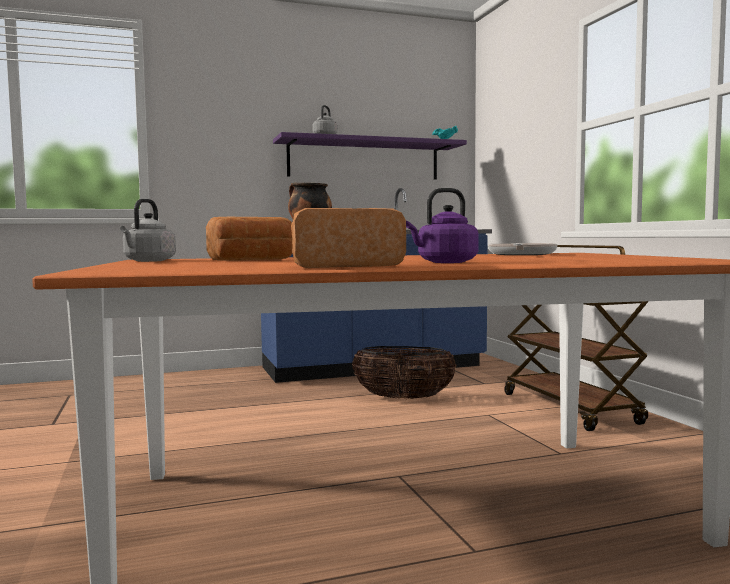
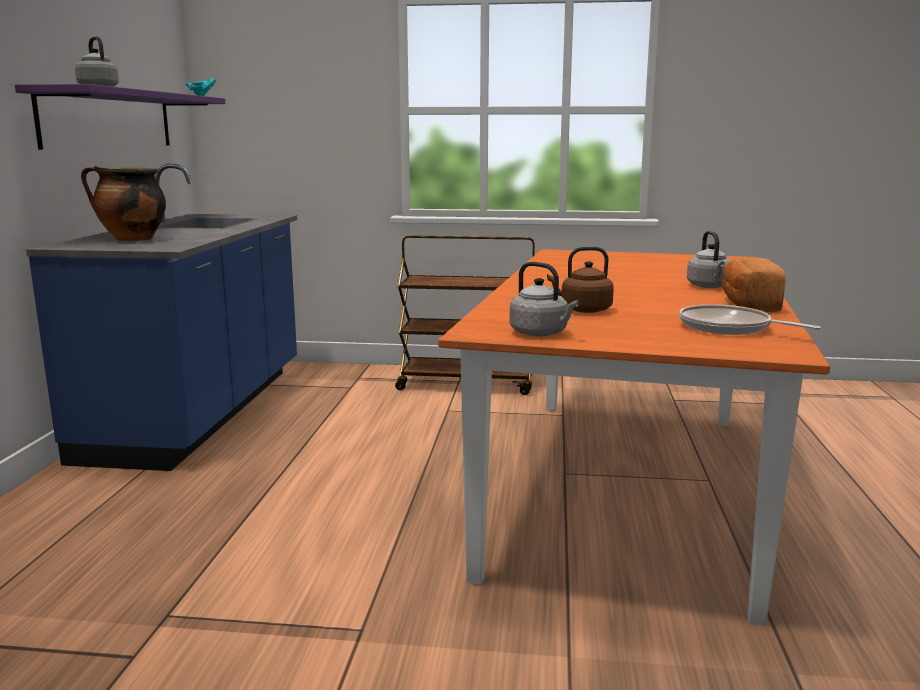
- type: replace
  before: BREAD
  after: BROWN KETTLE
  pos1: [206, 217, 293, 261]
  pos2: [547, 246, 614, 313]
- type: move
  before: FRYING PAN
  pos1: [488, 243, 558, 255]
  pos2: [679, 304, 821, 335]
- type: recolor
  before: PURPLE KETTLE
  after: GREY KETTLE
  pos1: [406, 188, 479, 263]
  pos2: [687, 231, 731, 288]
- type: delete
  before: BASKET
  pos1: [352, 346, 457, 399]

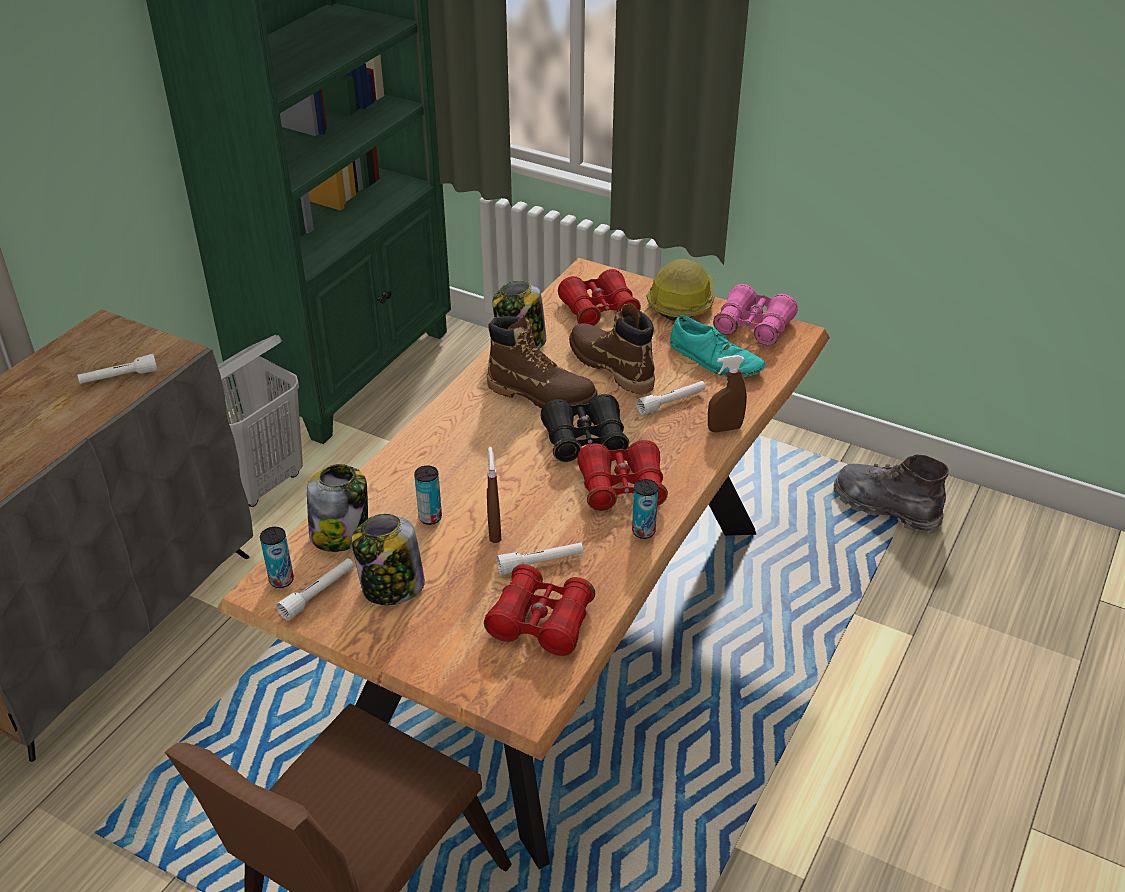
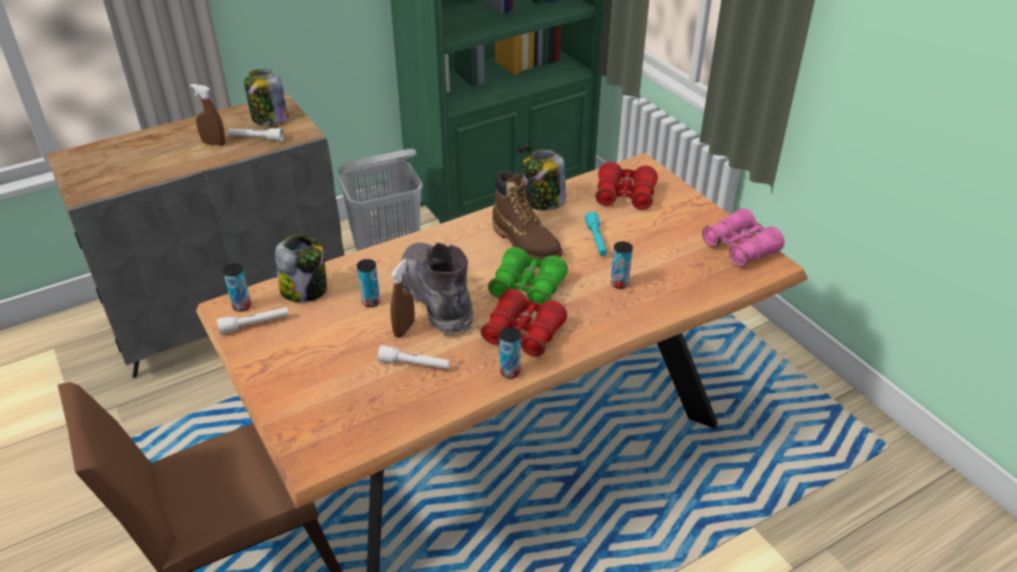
- type: move
  before: BROWN SPRAY BOTTLE
  pos1: [708, 355, 747, 433]
  pos2: [190, 84, 226, 146]
- type: move
  before: JAR
  pos1: [352, 514, 425, 605]
  pos2: [244, 69, 289, 125]
- type: move
  before: GREY BOOT
  pos1: [834, 454, 949, 534]
  pos2: [401, 243, 473, 336]
- type: recolor
  before: BLACK BINOCULARS
  after: GREEN BINOCULARS
  pos1: [541, 394, 629, 462]
  pos2: [488, 247, 568, 304]
- type: replace
  before: BROWN BOOT
  after: TURQUOISE FLASHLIGHT
  pos1: [569, 304, 655, 394]
  pos2: [585, 212, 607, 256]
- type: replace
  before: WHITE FLASHLIGHT
  after: CAN
  pos1: [636, 381, 706, 415]
  pos2: [611, 241, 633, 289]
- type: delete
  before: RED BINOCULARS
  pos1: [484, 564, 595, 656]
- type: delete
  before: HARD HAT
  pos1: [647, 259, 715, 321]
- type: delete
  before: TURQUOISE SHOE
  pos1: [670, 315, 765, 378]

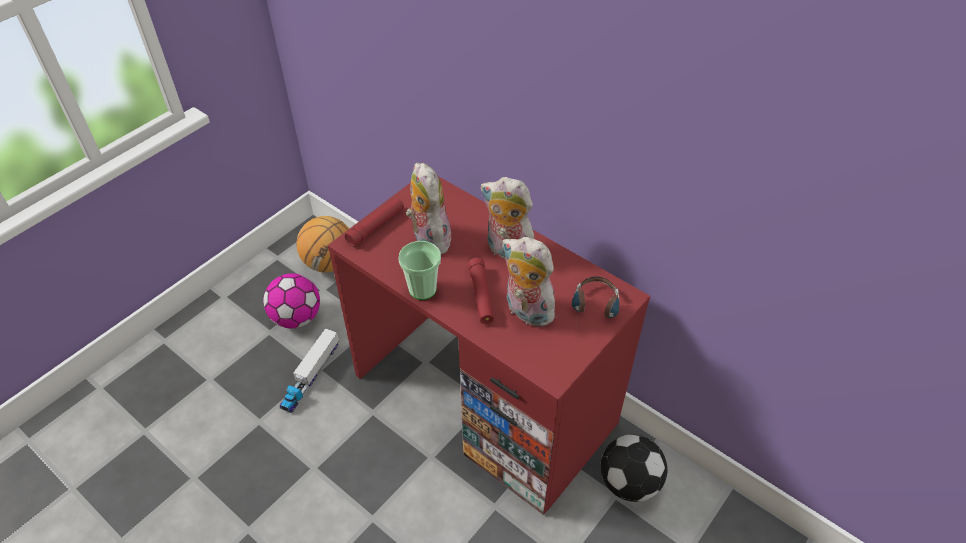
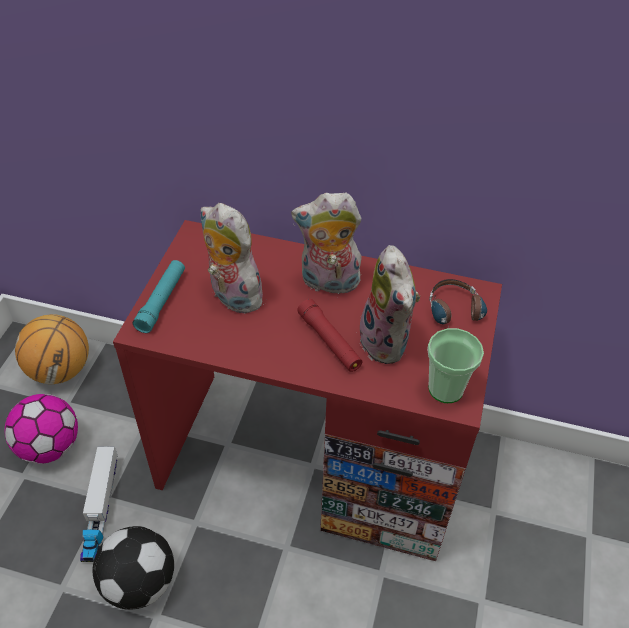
- type: move
  before: FOOTBALL
  pos1: [600, 434, 668, 502]
  pos2: [92, 526, 174, 610]
- type: recolor
  before: RED FLASHLIGHT
  after: TURQUOISE FLASHLIGHT
  pos1: [345, 198, 404, 247]
  pos2: [133, 260, 185, 333]
- type: rotate
  before: PLUSH TOY
  pos1: [502, 237, 561, 327]
  pos2: [360, 245, 420, 364]
  turn: -120
- type: move
  before: CUP
  pos1: [398, 241, 441, 300]
  pos2: [427, 328, 484, 403]

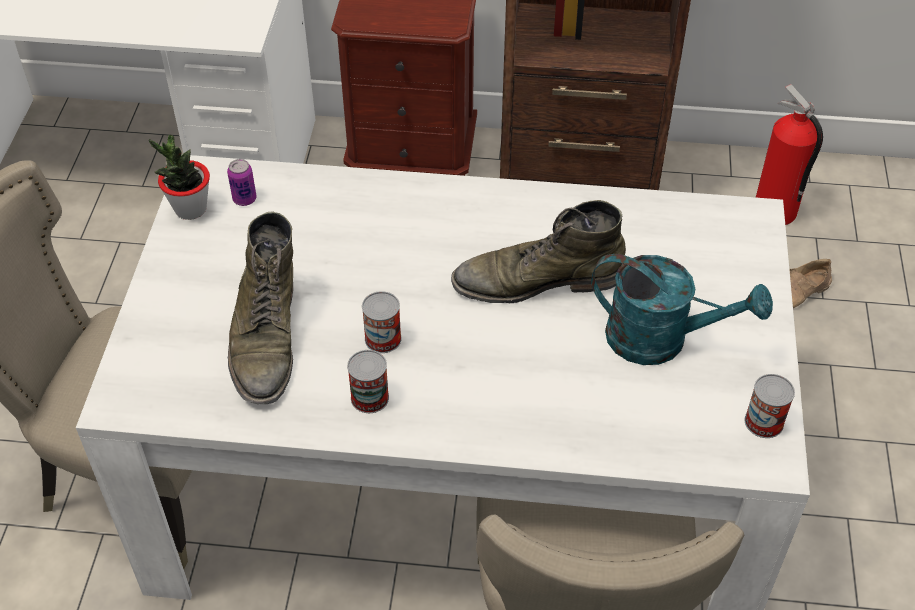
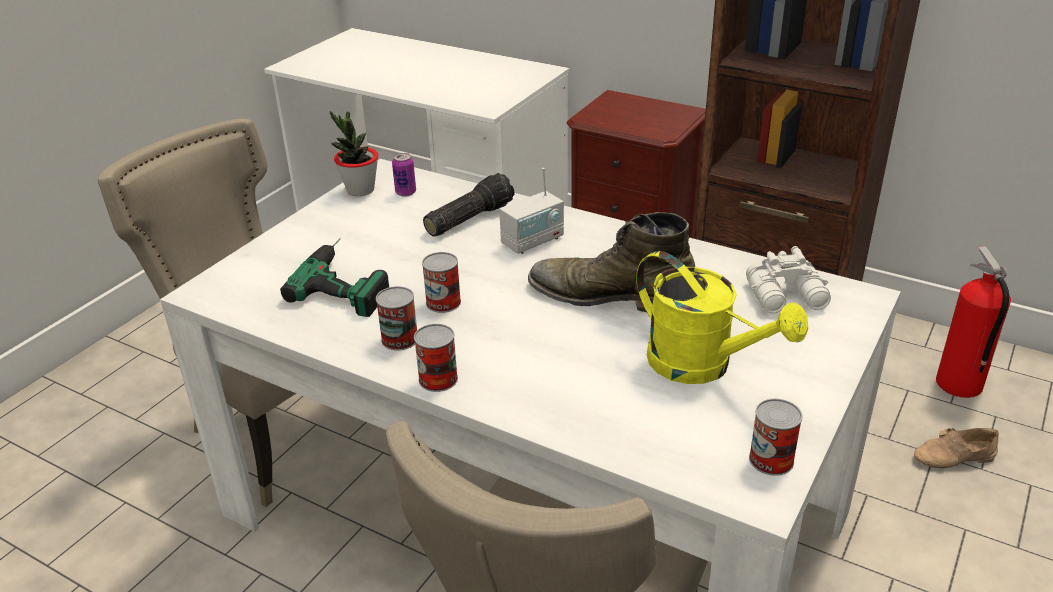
- type: replace
  before: GREEN BOOT
  after: POWER DRILL
  pos1: [228, 211, 293, 404]
  pos2: [280, 238, 389, 317]
- type: insert
  after: CAN
  pos2: [414, 324, 458, 392]
- type: insert
  after: FLASHLIGHT
  pos2: [423, 173, 514, 237]
- type: insert
  after: RADIO
  pos2: [499, 168, 564, 254]
- type: recolor
  before: TURQUOISE WATERING CAN
  after: YELLOW WATERING CAN
  pos1: [591, 254, 773, 365]
  pos2: [636, 251, 808, 384]
- type: insert
  after: WHITE BINOCULARS
  pos2: [746, 246, 831, 313]

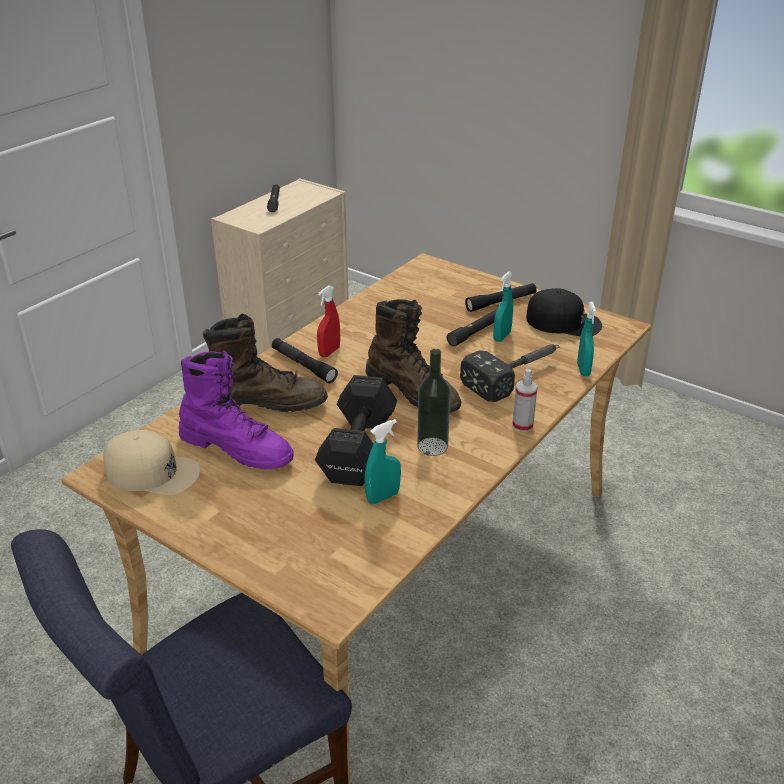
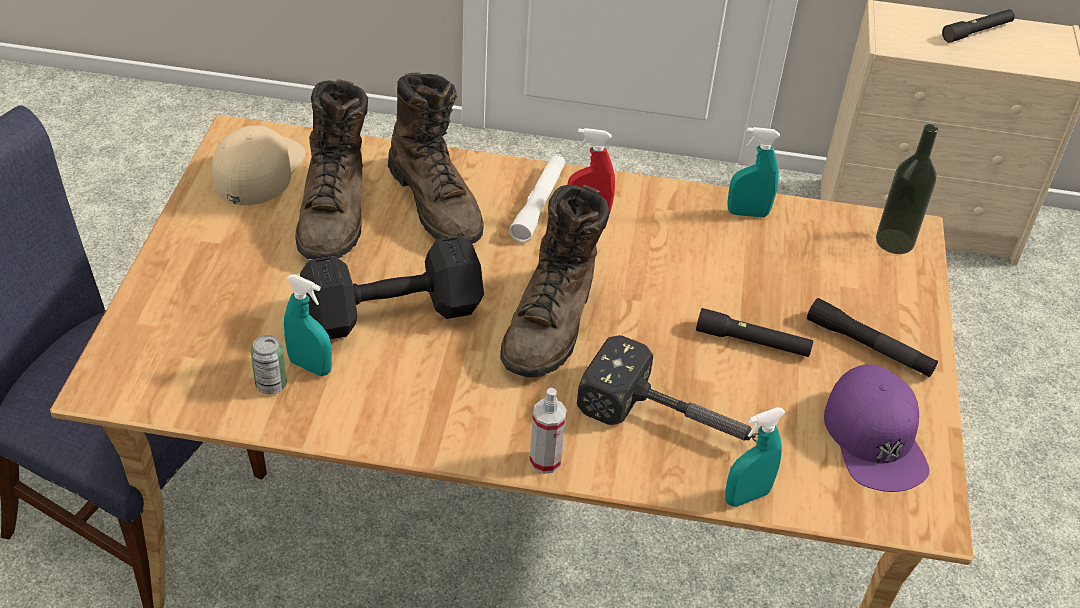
- type: rotate
  before: BEIGE CAP
  pos1: [103, 430, 200, 495]
  pos2: [212, 126, 305, 205]
  turn: -150
- type: insert
  after: CAN
  pos2: [250, 335, 287, 394]
- type: recolor
  before: PURPLE BOOT
  after: BROWN BOOT
  pos1: [179, 350, 294, 469]
  pos2: [295, 79, 368, 259]
- type: recolor
  before: BLACK FLASHLIGHT
  after: WHITE FLASHLIGHT
  pos1: [272, 338, 338, 383]
  pos2: [509, 154, 566, 243]
- type: move
  before: TURQUOISE SPRAY BOTTLE
  pos1: [493, 271, 513, 342]
  pos2: [727, 127, 780, 218]
- type: recolor
  before: BLACK CAP
  after: PURPLE CAP
  pos1: [526, 288, 602, 336]
  pos2: [824, 365, 929, 492]
- type: move
  before: BOTTLE
  pos1: [417, 349, 450, 456]
  pos2: [876, 124, 938, 254]

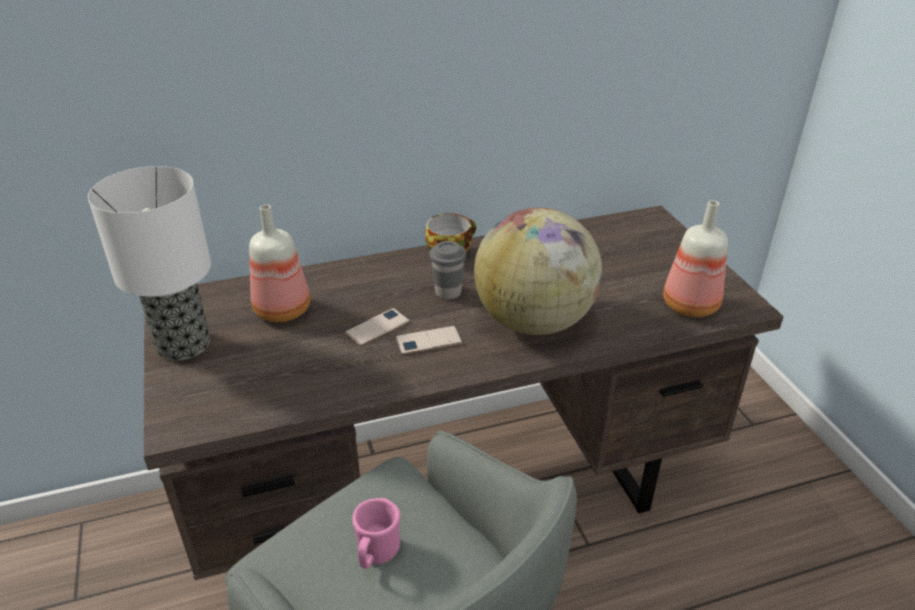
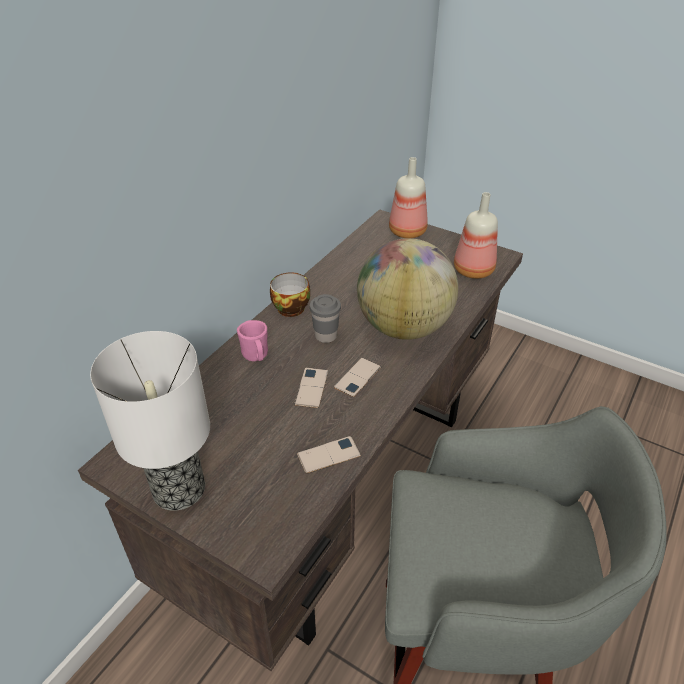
- type: move
  before: PINK MUG
  pos1: [352, 498, 401, 569]
  pos2: [237, 320, 268, 361]
- type: insert
  after: PHONE
  pos2: [297, 436, 361, 474]
- type: move
  before: BOTTLE
  pos1: [249, 204, 310, 322]
  pos2: [389, 157, 428, 238]

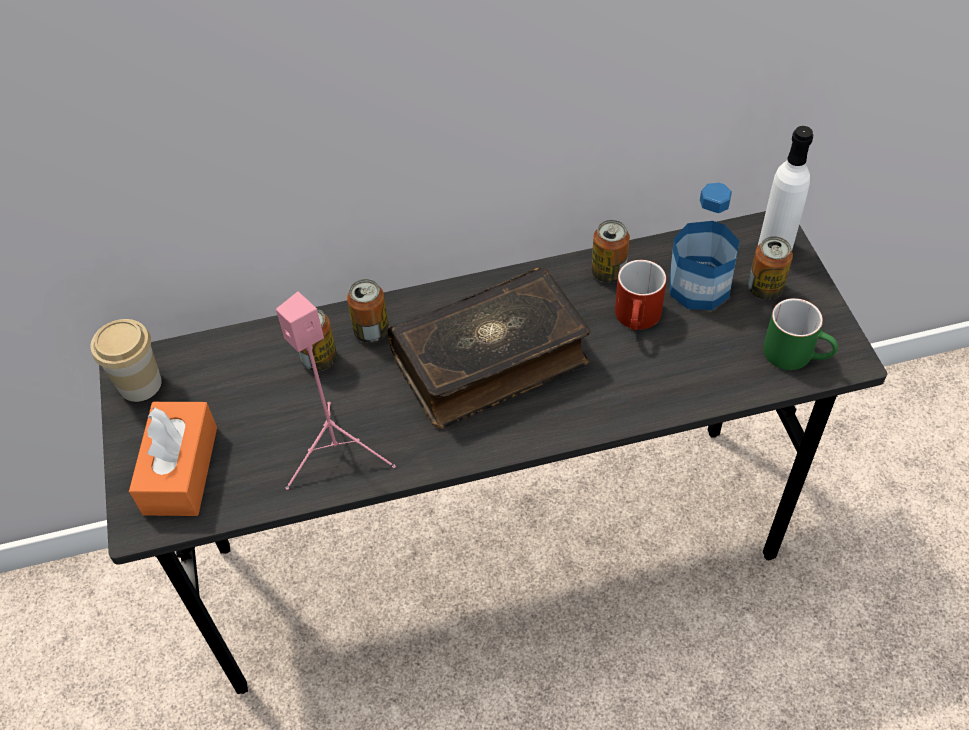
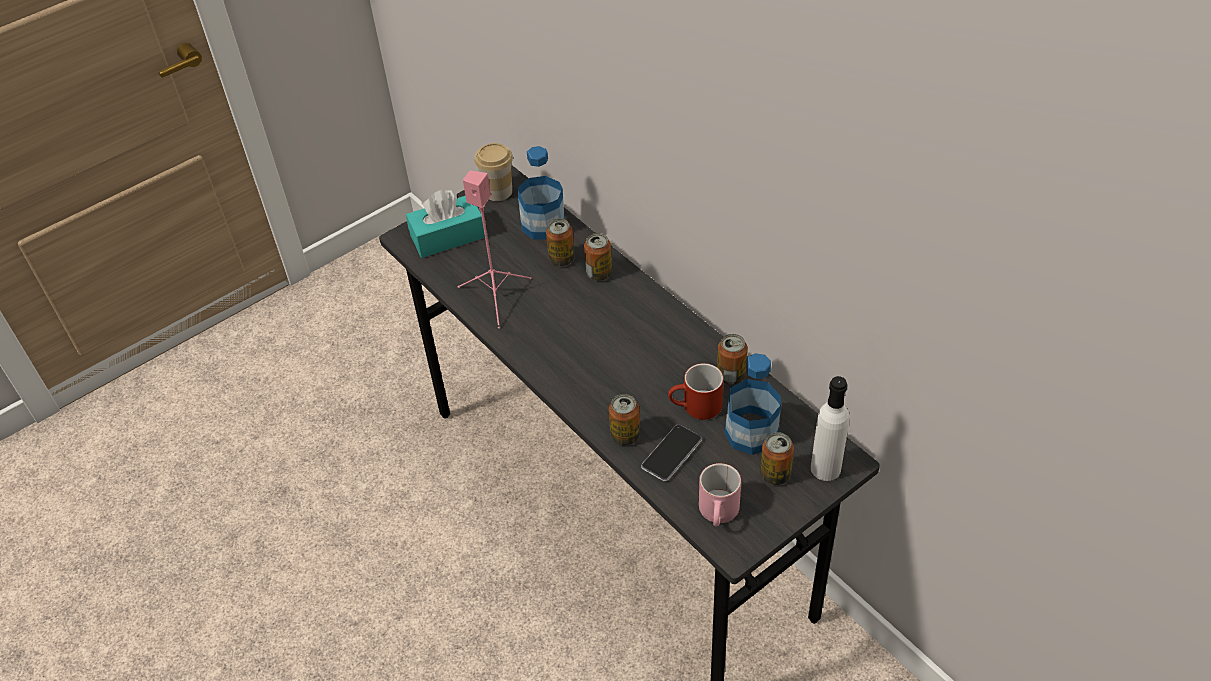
- type: recolor
  before: ORANGE TISSUE BOX
  after: TURQUOISE TISSUE BOX
  pos1: [129, 402, 217, 516]
  pos2: [406, 190, 485, 258]
- type: insert
  after: BOTTLE
  pos2: [517, 146, 565, 240]
- type: insert
  after: CAN
  pos2: [609, 394, 640, 445]
- type: insert
  after: PHONE
  pos2: [641, 424, 702, 481]
- type: recolor
  before: GREEN MUG
  after: PINK MUG
  pos1: [763, 298, 838, 370]
  pos2: [699, 463, 741, 526]
- type: delete
  before: BOOK
  pos1: [387, 267, 590, 429]

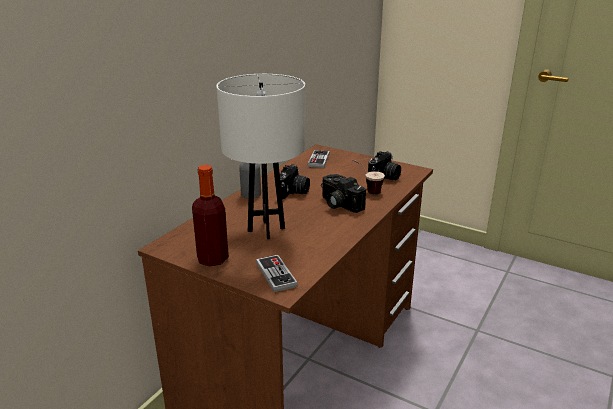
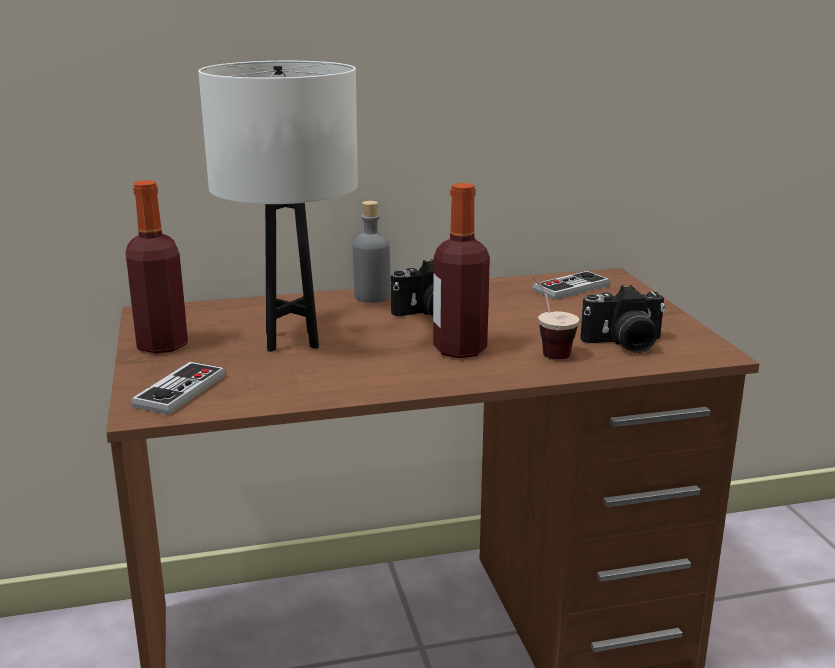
- type: replace
  before: PHOTO CAMERA
  after: BOTTLE
  pos1: [321, 174, 366, 213]
  pos2: [433, 183, 490, 358]

